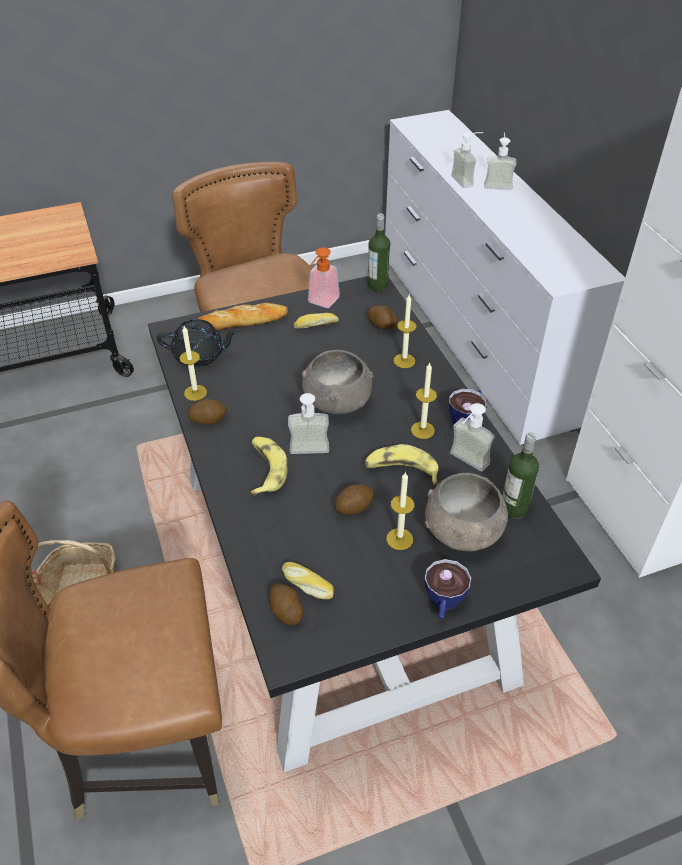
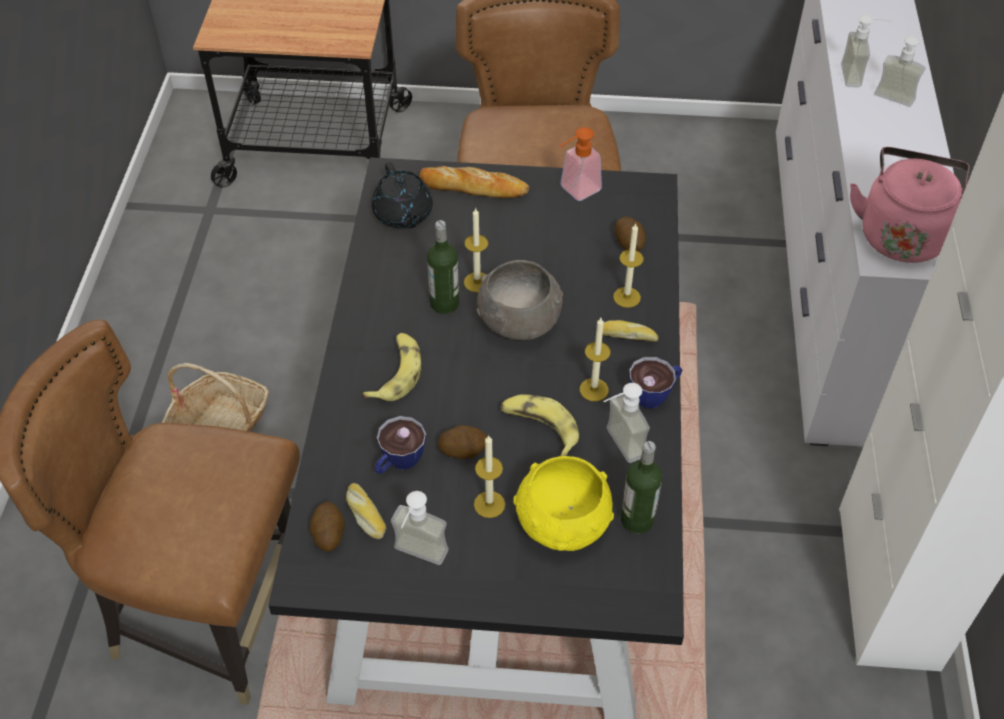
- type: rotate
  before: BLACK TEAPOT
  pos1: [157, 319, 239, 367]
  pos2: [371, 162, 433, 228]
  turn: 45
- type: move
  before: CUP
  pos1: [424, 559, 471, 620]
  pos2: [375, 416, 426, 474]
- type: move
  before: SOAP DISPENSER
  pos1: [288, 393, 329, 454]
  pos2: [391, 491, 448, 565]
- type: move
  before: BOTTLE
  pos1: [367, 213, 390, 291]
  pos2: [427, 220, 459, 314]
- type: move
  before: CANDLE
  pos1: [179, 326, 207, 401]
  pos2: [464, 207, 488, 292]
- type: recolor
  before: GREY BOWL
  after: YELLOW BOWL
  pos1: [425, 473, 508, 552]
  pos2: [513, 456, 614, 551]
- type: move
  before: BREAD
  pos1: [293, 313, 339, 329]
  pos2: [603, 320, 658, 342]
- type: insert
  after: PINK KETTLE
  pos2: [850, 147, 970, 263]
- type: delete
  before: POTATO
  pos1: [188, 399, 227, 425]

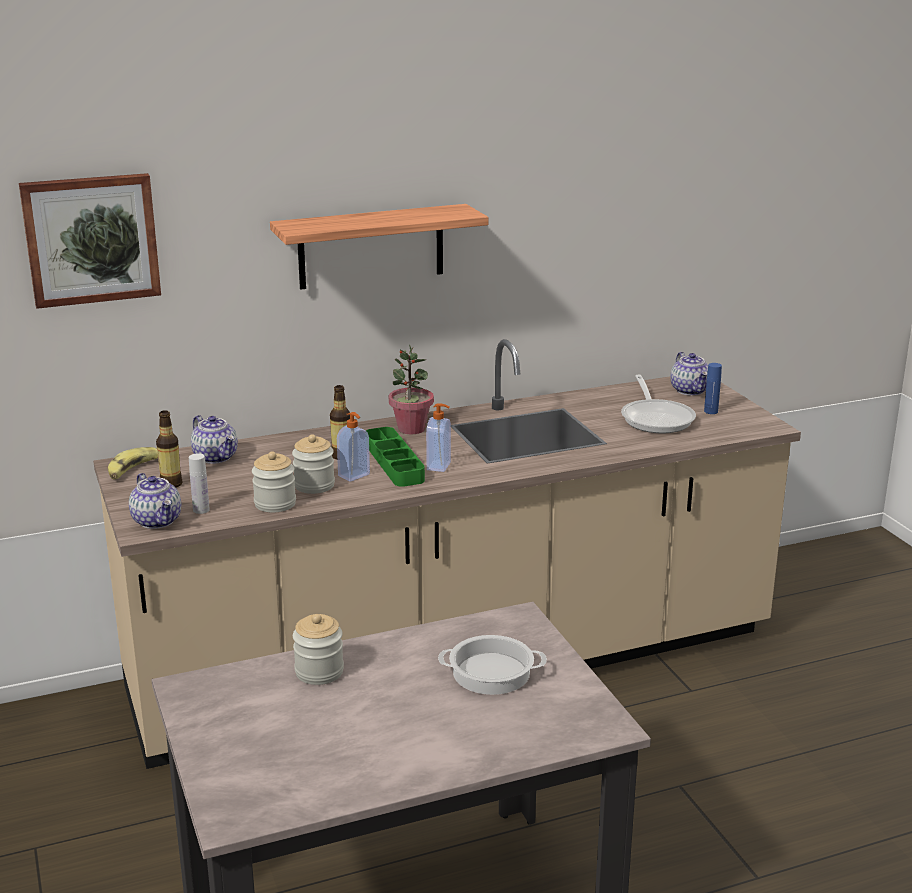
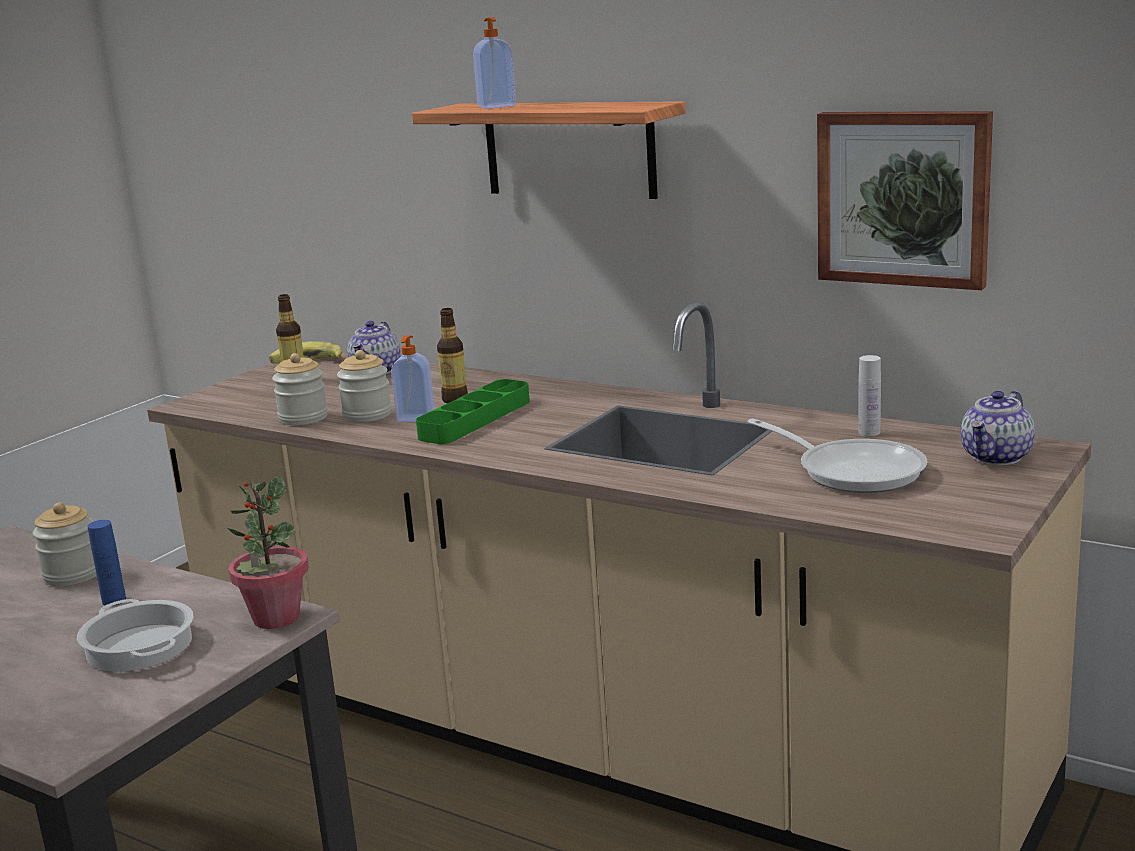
- type: move
  before: BLUE BOTTLE
  pos1: [704, 363, 722, 414]
  pos2: [88, 520, 126, 606]
- type: move
  before: POTTED PLANT
  pos1: [389, 344, 434, 434]
  pos2: [227, 476, 309, 629]
- type: move
  before: SOAP DISPENSER
  pos1: [426, 403, 451, 472]
  pos2: [473, 17, 516, 109]
- type: rotate
  before: FRYING PAN
  pos1: [621, 375, 696, 433]
  pos2: [748, 418, 927, 493]
  turn: -90
- type: move
  before: PICTURE
  pos1: [19, 173, 161, 309]
  pos2: [817, 111, 993, 290]
- type: move
  before: WHITE BOTTLE
  pos1: [189, 453, 210, 514]
  pos2: [858, 355, 881, 436]
- type: delete
  before: TEAPOT
  pos1: [129, 473, 181, 529]

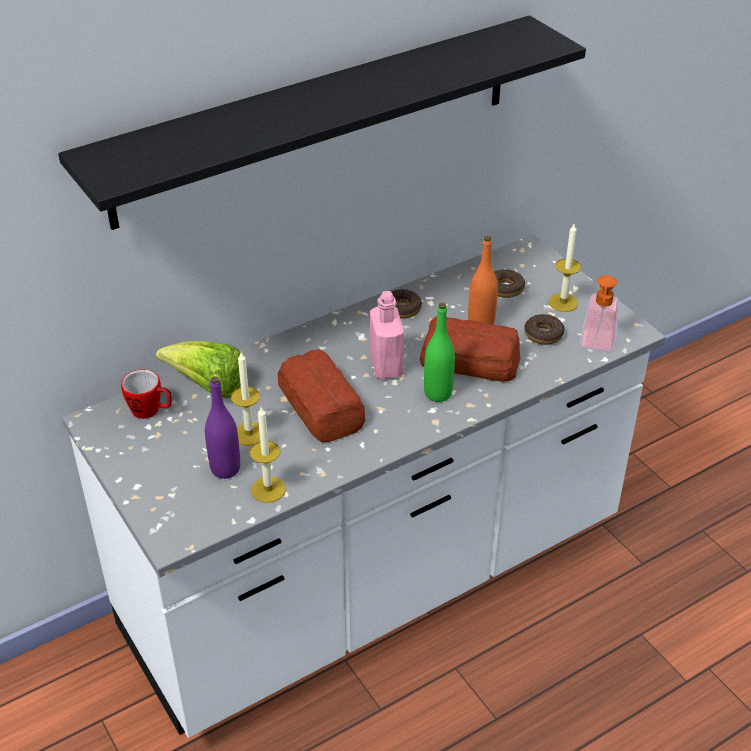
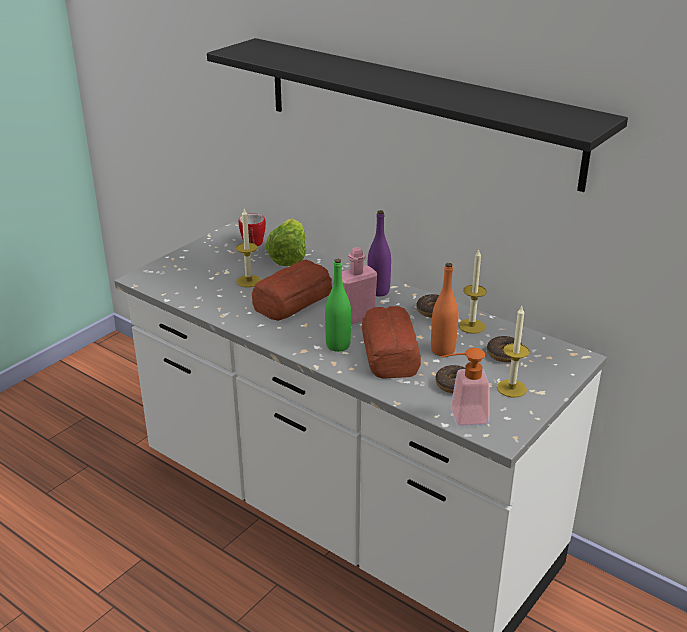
- type: move
  before: PURPLE BOTTLE
  pos1: [205, 377, 240, 479]
  pos2: [367, 210, 391, 296]
- type: move
  before: CANDLE
  pos1: [250, 407, 286, 503]
  pos2: [458, 249, 487, 334]

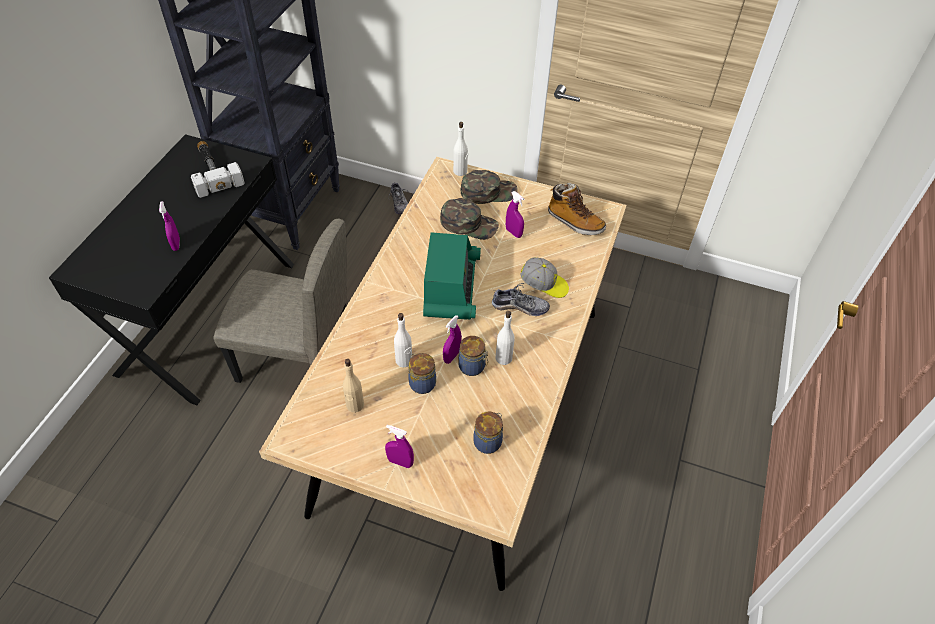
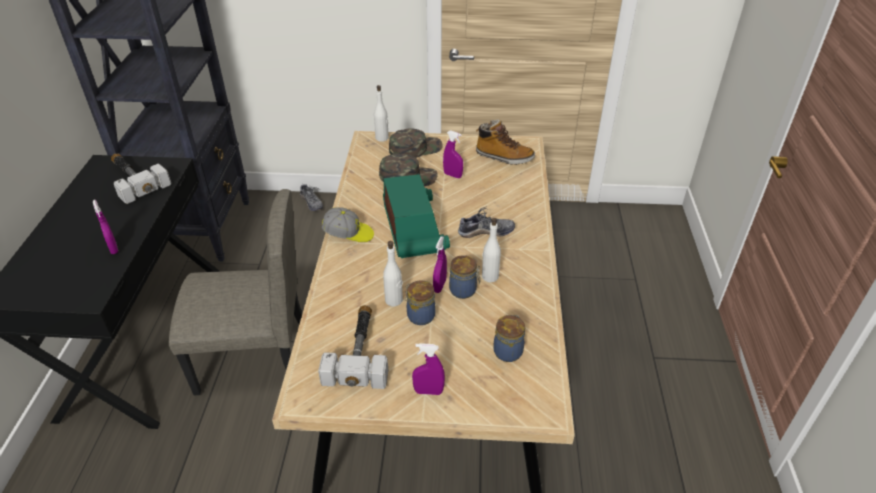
- type: replace
  before: BEIGE BOTTLE
  after: HAMMER
  pos1: [343, 359, 364, 413]
  pos2: [318, 305, 388, 389]
- type: move
  before: CAP
  pos1: [520, 257, 569, 298]
  pos2: [322, 208, 374, 242]

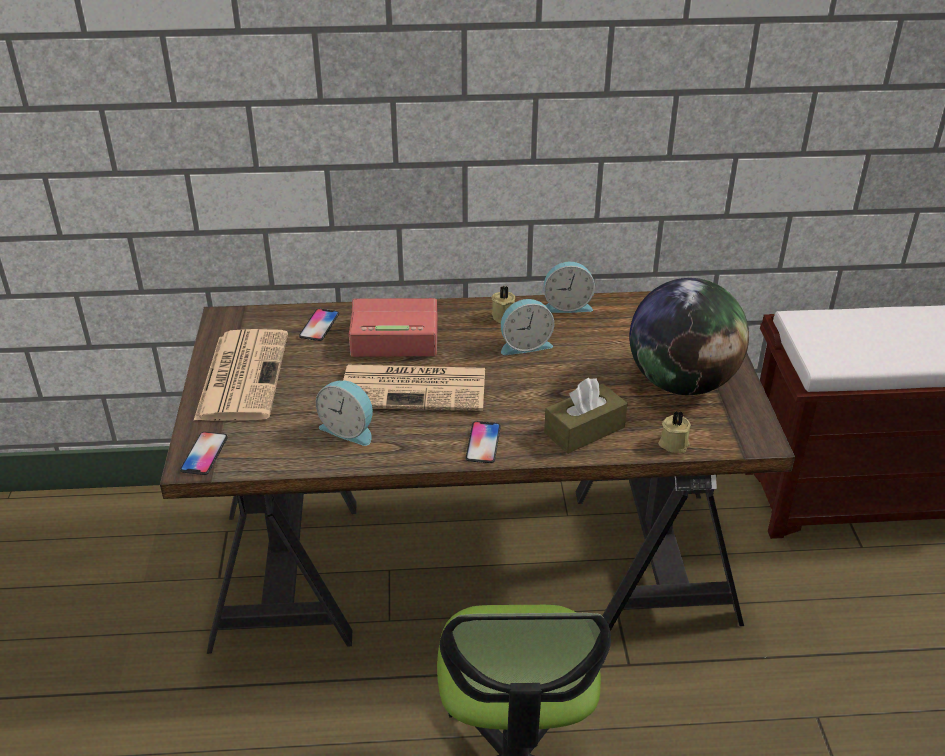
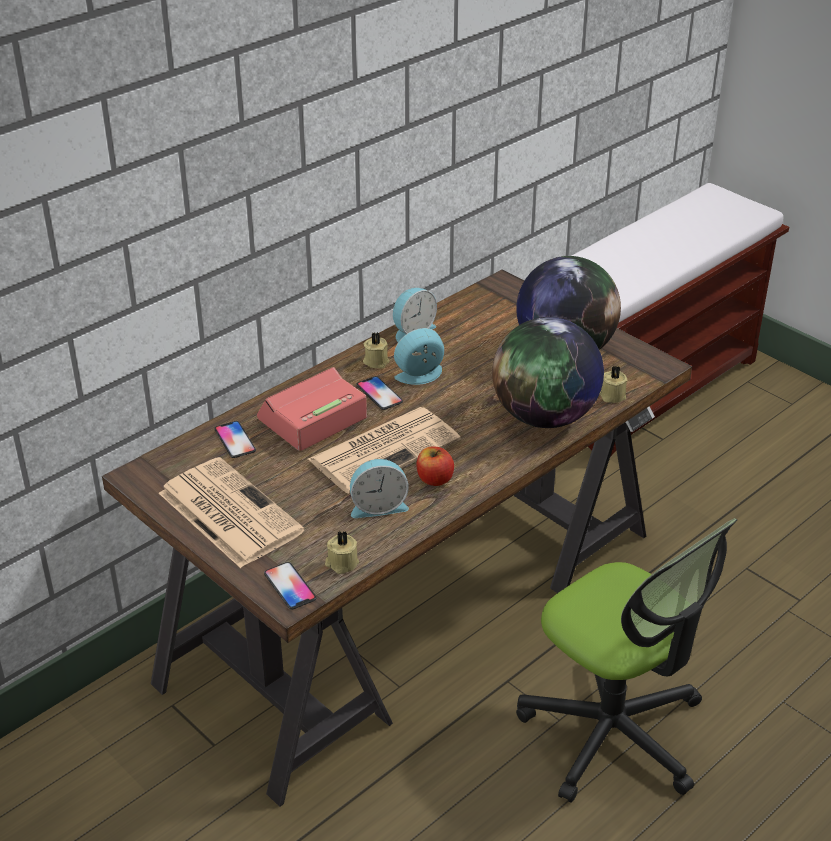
- type: insert
  after: BEIGE CANDLE
  pos2: [325, 531, 359, 574]
- type: move
  before: PHONE
  pos1: [465, 421, 501, 463]
  pos2: [357, 376, 403, 410]
- type: rotate
  before: ALARM CLOCK
  pos1: [501, 299, 554, 355]
  pos2: [394, 328, 444, 385]
  turn: -150
- type: insert
  after: APPLE
  pos2: [417, 447, 454, 486]
- type: replace
  before: BROWN TISSUE BOX
  after: GLOBE
  pos1: [544, 378, 628, 454]
  pos2: [492, 317, 604, 428]

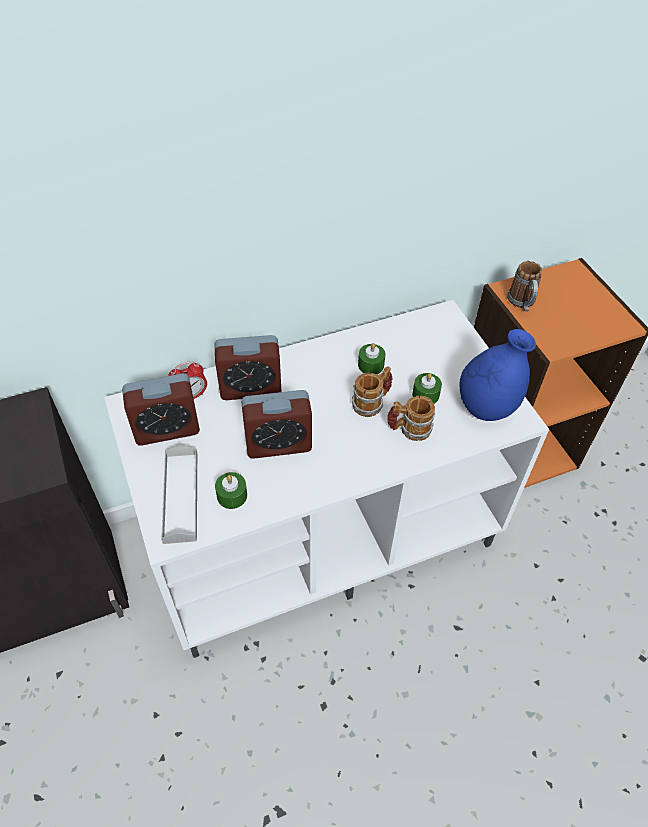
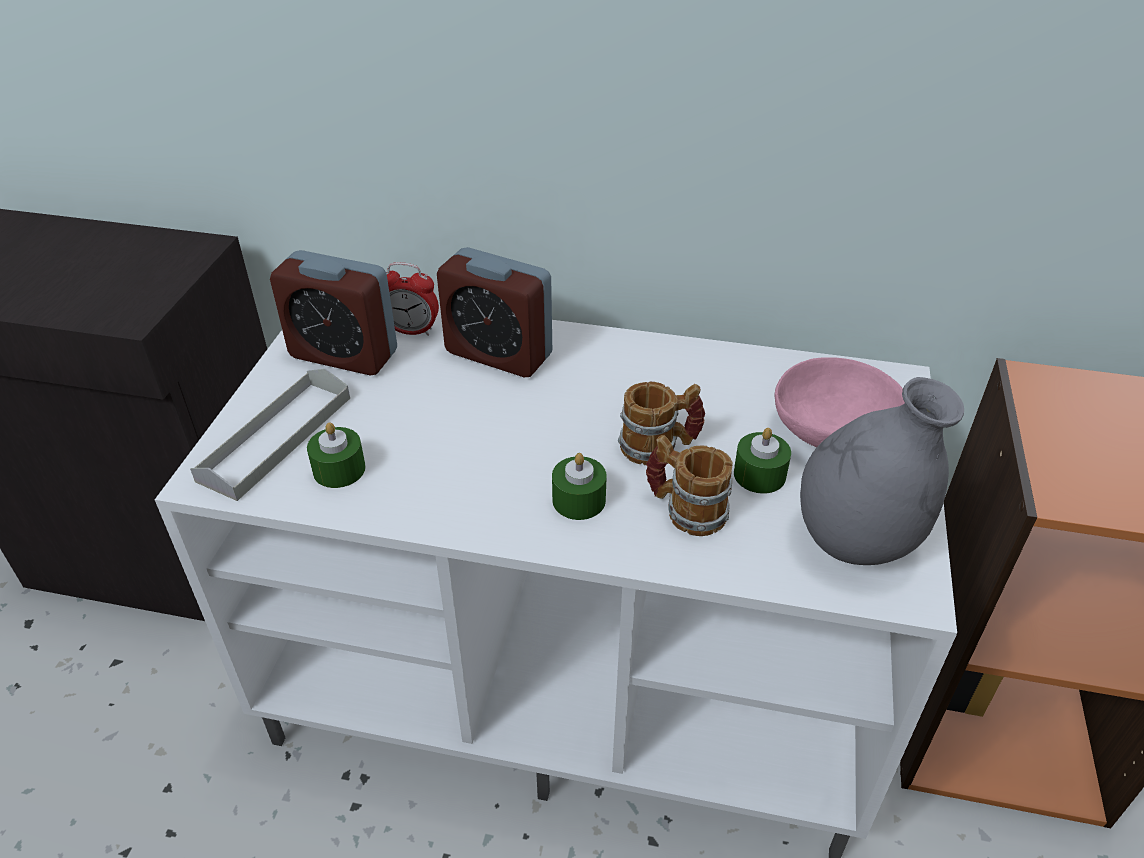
- type: move
  before: GREEN CANDLE
  pos1: [358, 343, 386, 374]
  pos2: [552, 453, 607, 520]
- type: insert
  after: PINK BOWL
  pos2: [775, 357, 905, 447]
- type: recolor
  before: BLUE VASE
  after: GREY VASE
  pos1: [460, 329, 536, 421]
  pos2: [800, 377, 964, 565]
- type: delete
  before: ALARM CLOCK
  pos1: [241, 390, 312, 459]
- type: delete
  before: MUG
  pos1: [507, 261, 542, 311]

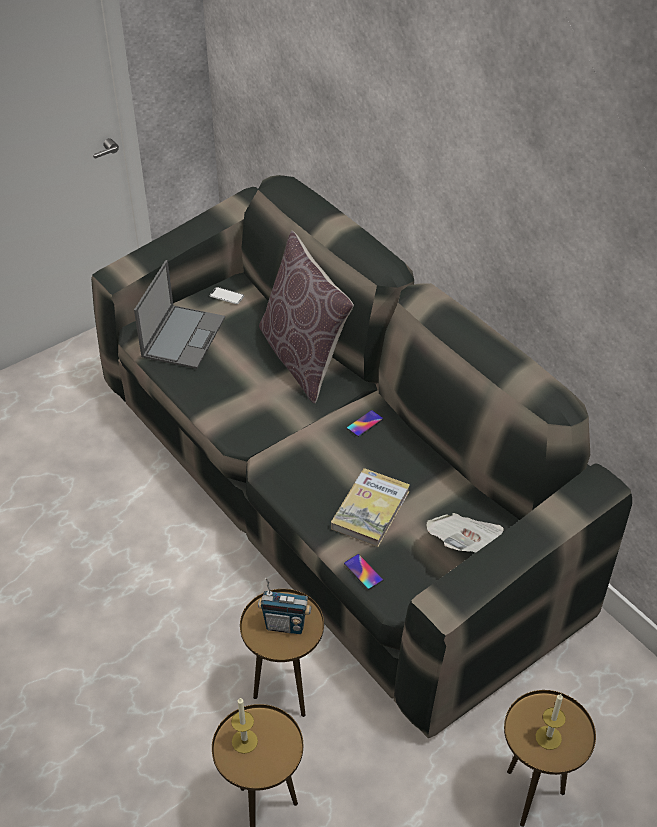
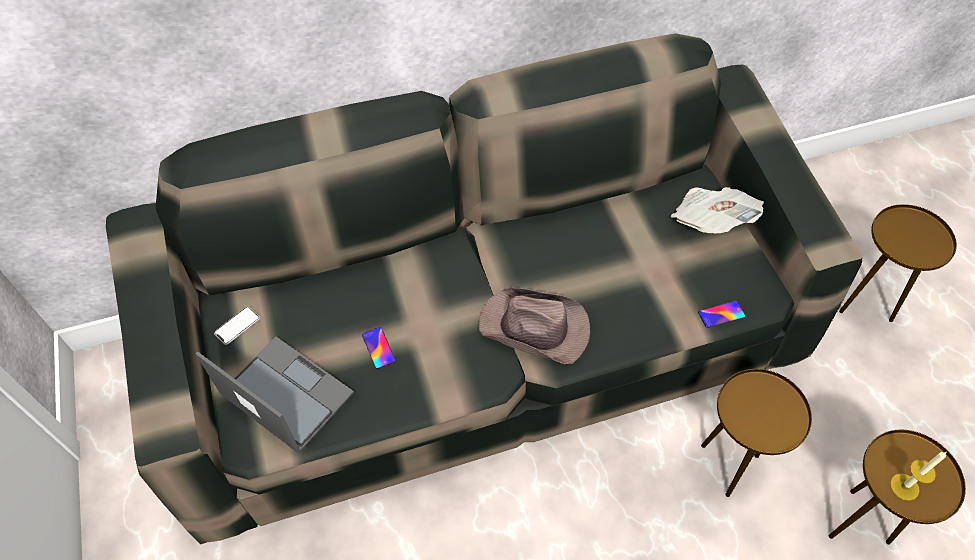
- type: move
  before: PHONE
  pos1: [347, 410, 383, 437]
  pos2: [362, 327, 396, 369]
- type: insert
  after: BROWN HAT
  pos2: [479, 288, 591, 364]
- type: delete
  before: RADIO
  pos1: [258, 578, 311, 634]
- type: delete
  before: BROWN PILLOW
  pos1: [259, 231, 354, 403]
- type: delete
  before: BOOK
  pos1: [331, 468, 410, 547]
- type: delete
  before: CANDLE
  pos1: [536, 694, 566, 750]

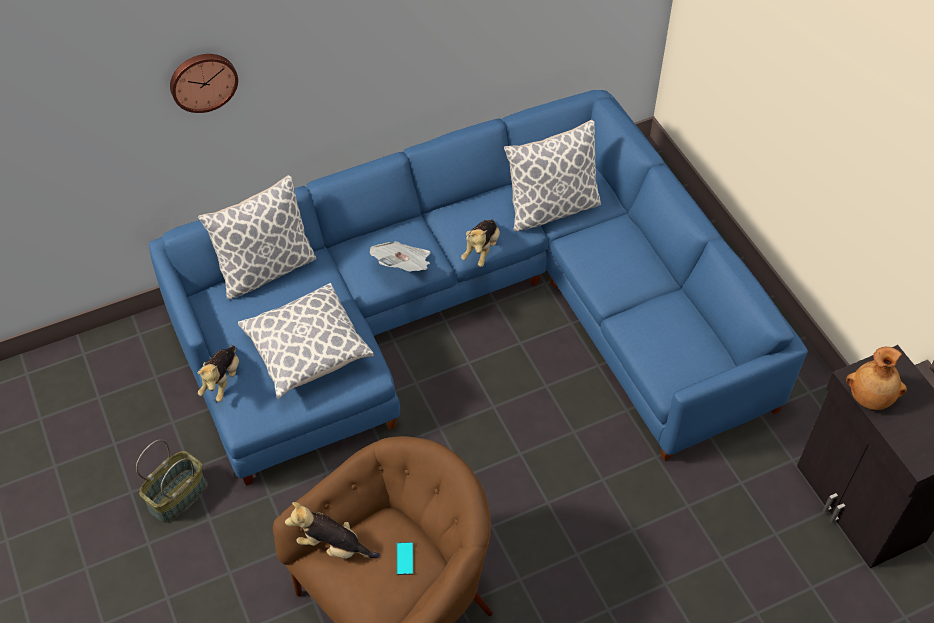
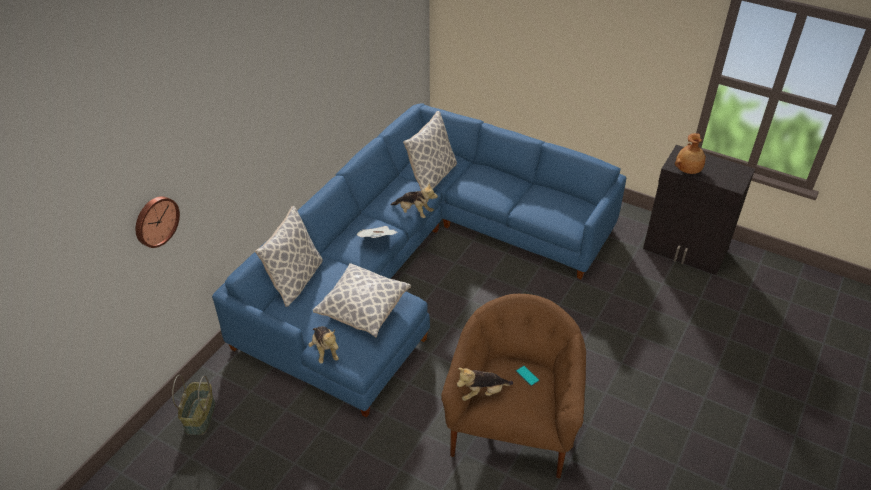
- type: move
  before: WALL CLOCK
  pos1: [170, 54, 238, 113]
  pos2: [136, 196, 180, 248]
- type: move
  before: BASKET
  pos1: [136, 439, 207, 523]
  pos2: [172, 375, 215, 435]
- type: rotate
  before: PLUSH TOY
  pos1: [461, 219, 500, 267]
  pos2: [391, 183, 438, 218]
  turn: -45

